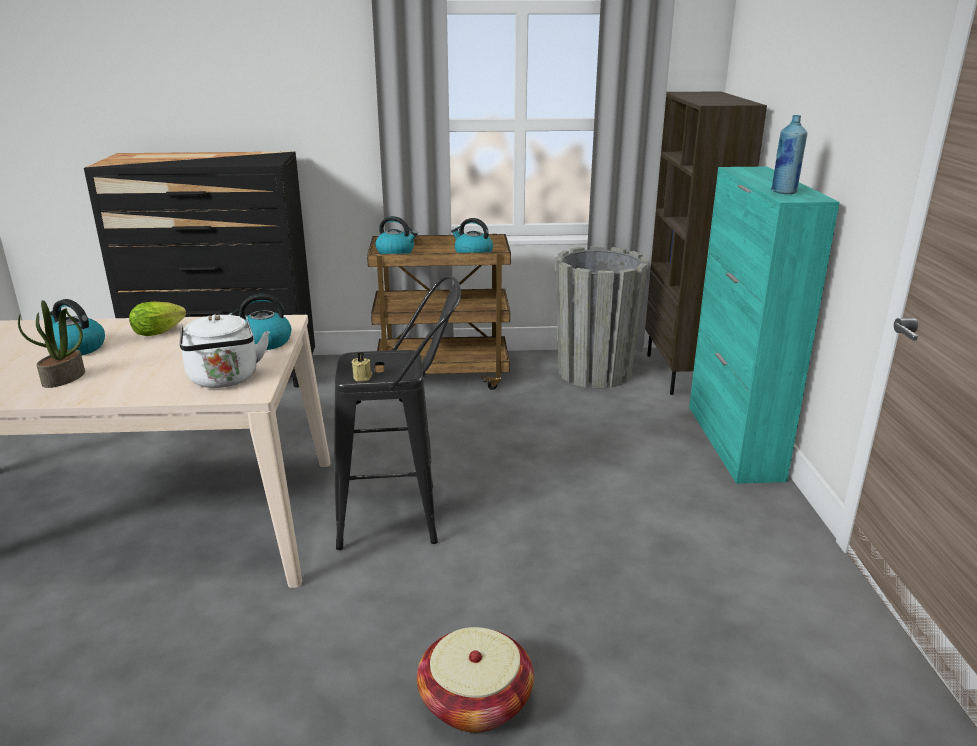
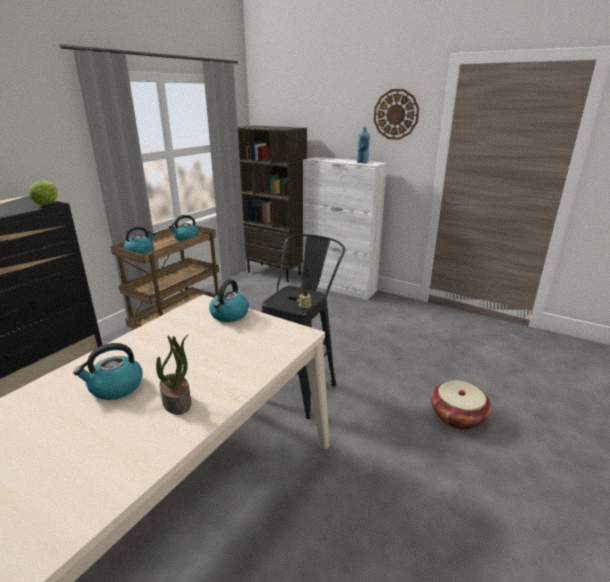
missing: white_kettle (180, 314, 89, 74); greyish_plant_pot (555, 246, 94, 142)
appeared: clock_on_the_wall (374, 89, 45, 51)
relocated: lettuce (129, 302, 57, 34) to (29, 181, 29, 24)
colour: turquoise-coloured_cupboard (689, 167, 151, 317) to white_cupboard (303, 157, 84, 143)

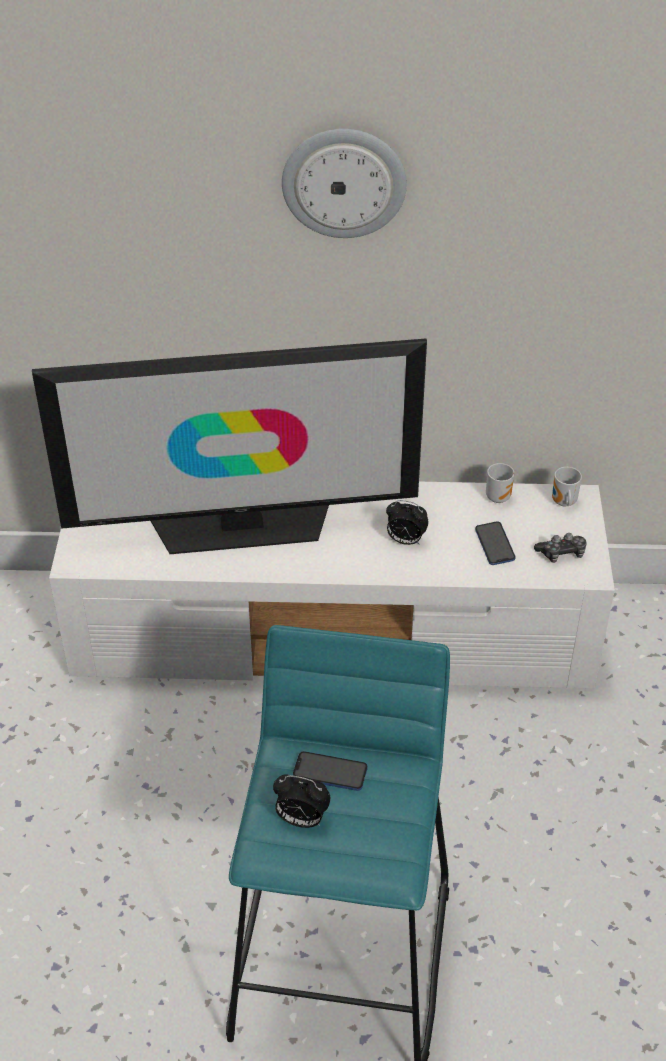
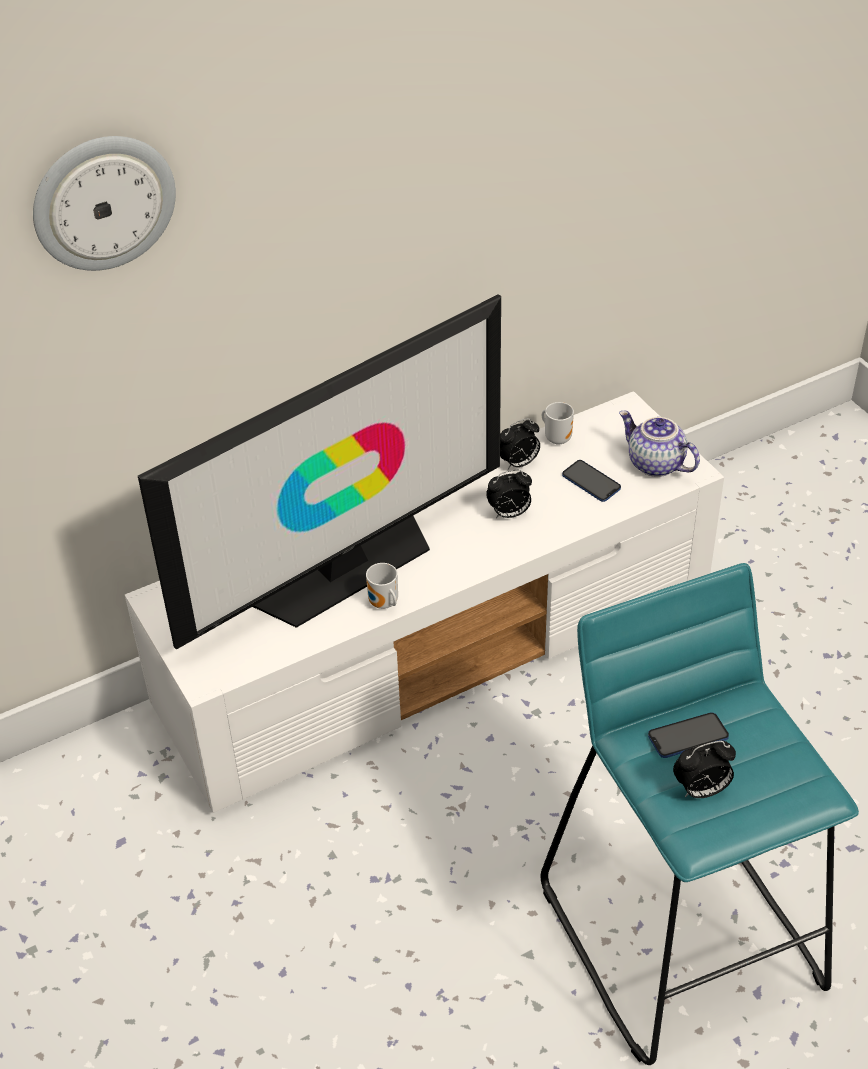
appeared: bedside_clock (500, 418, 40, 51)
relocated: clock_on_the_wall (282, 129, 125, 109) to (33, 136, 143, 135); tea_mug (552, 467, 30, 40) to (366, 563, 32, 46)
exchanged: joypad (534, 533, 53, 30) to tea_pot (619, 410, 81, 67)

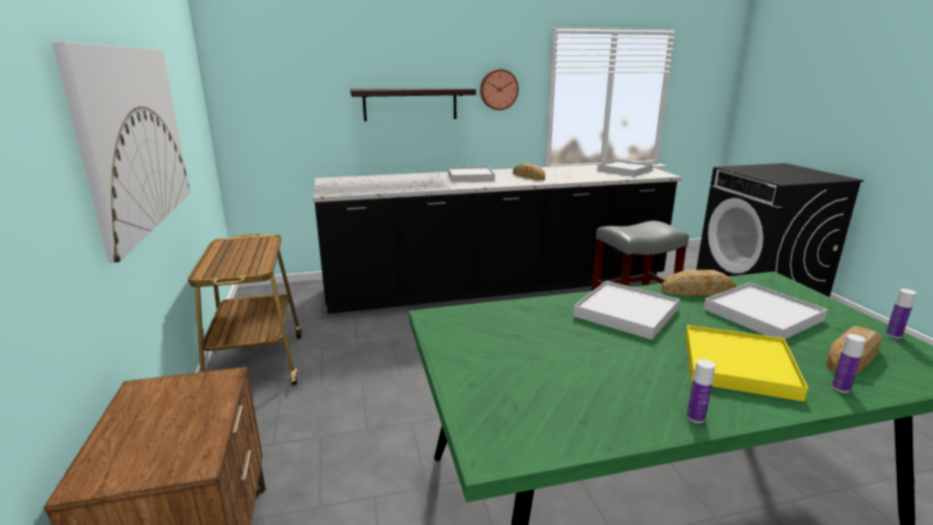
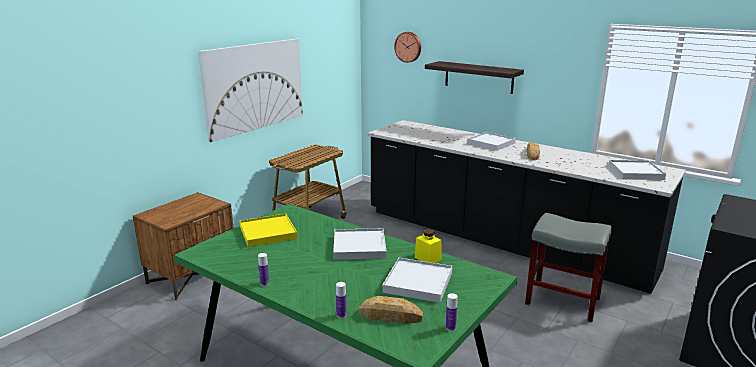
relocated: yellow_serving_tray (685, 325, 123, 77) to (240, 213, 58, 34); clock_on_the_wall (480, 69, 39, 41) to (394, 32, 27, 31)
exchanged: baked_bread (661, 270, 75, 26) to yellow_preserve_jar (415, 229, 27, 34)

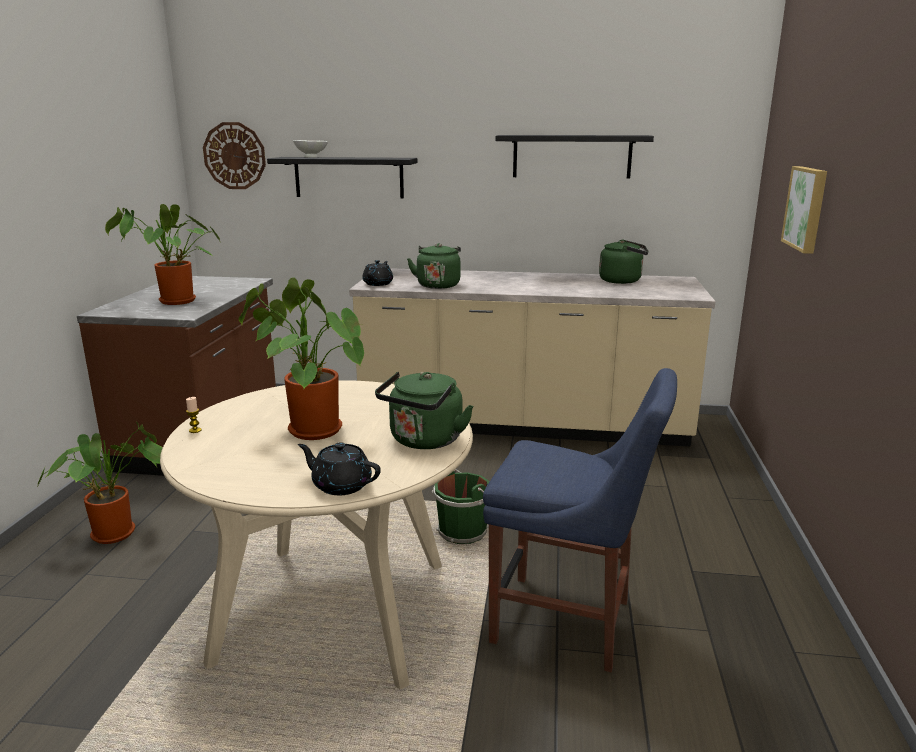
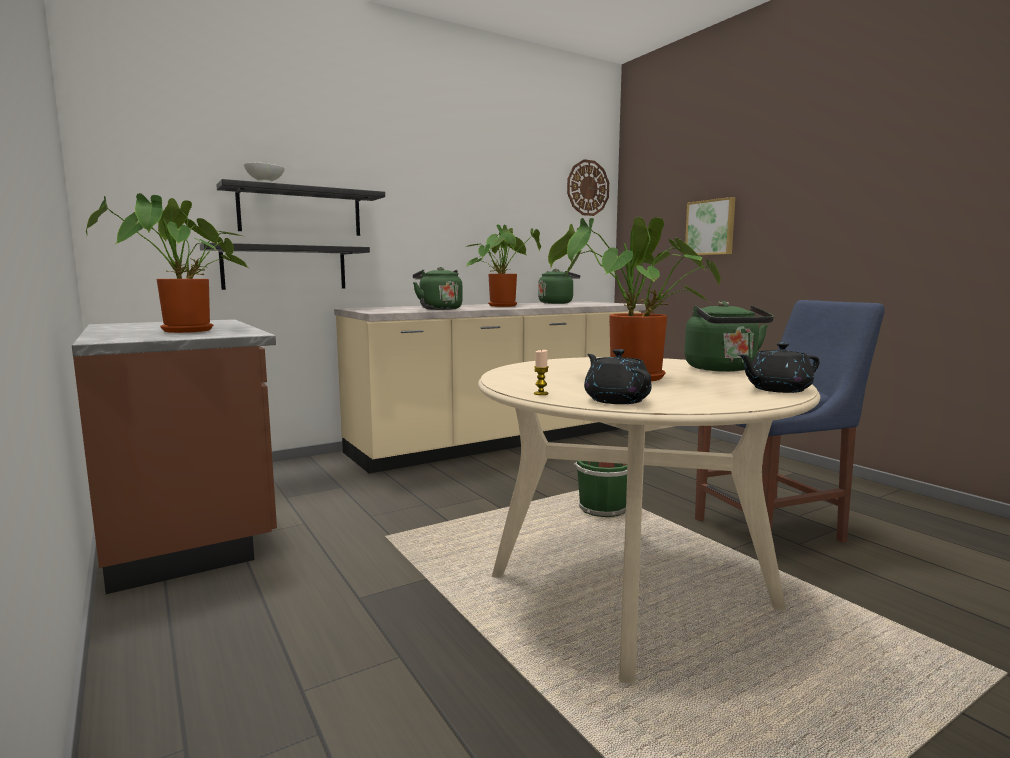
relocated: black_shelf (496, 135, 158, 44) to (200, 243, 170, 47); houseplant (38, 422, 125, 122) to (466, 224, 75, 83); clock_on_the_wall (203, 122, 63, 67) to (567, 159, 42, 57); black_tea_pot (362, 260, 31, 26) to (584, 349, 68, 55)

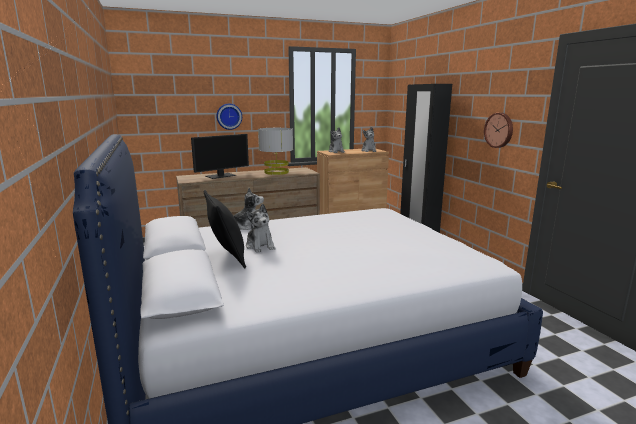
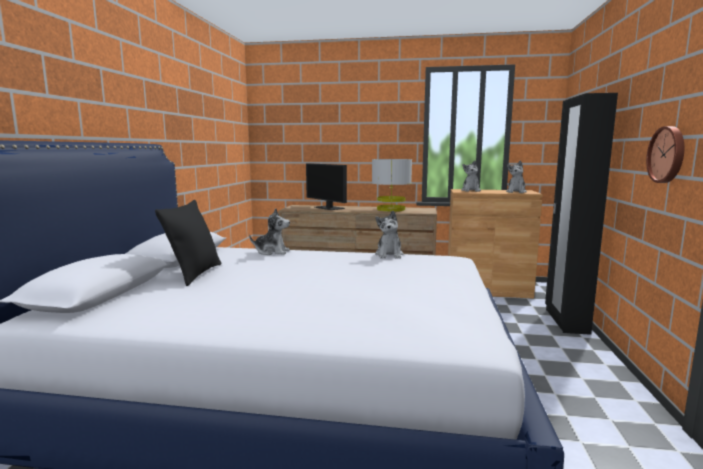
missing: clock_on_the_wall (216, 104, 26, 26)
relocated: soft_toy (246, 204, 30, 49) to (375, 211, 29, 48)
spun: computer_screen (191, 134, 58, 45) = (306, 163, 41, 47) 60 degrees clockwise

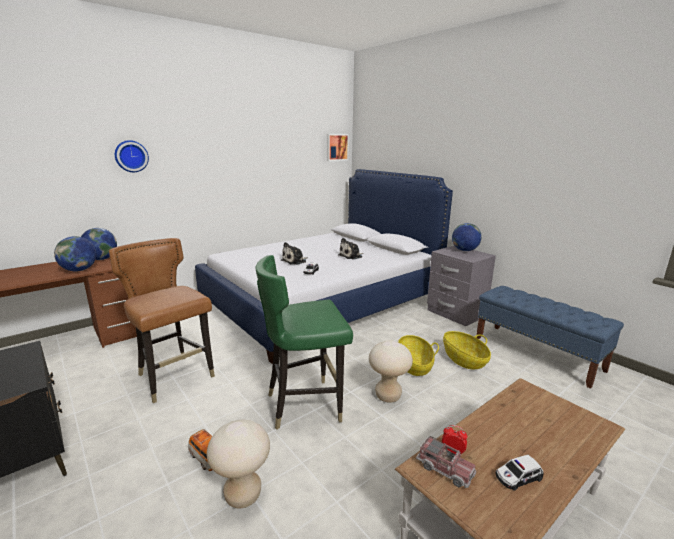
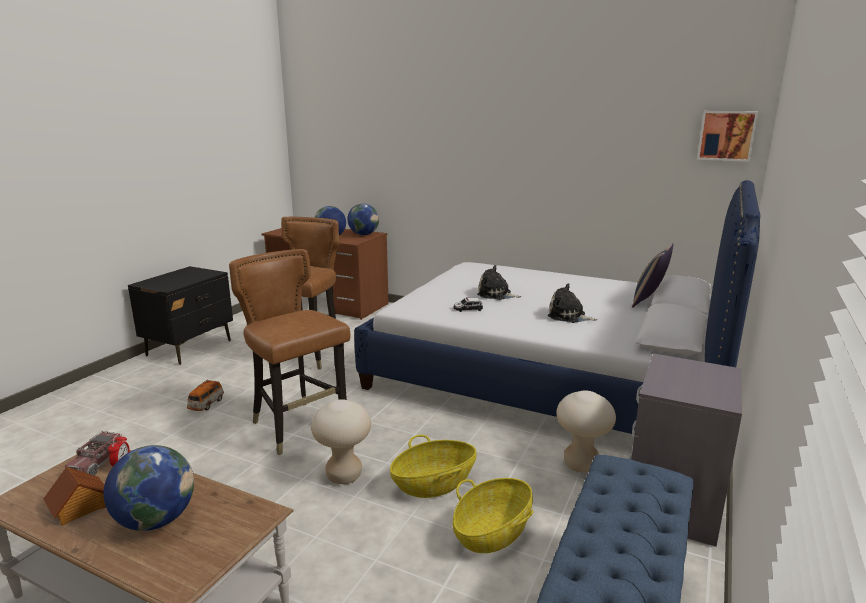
missing: clock_on_the_wall (115, 140, 34, 32)
appeared: throw_pillow (632, 243, 42, 65)
relocated: globe (452, 223, 30, 28) to (104, 445, 90, 86); sand-coloured_sitting_stool (207, 420, 63, 88) to (556, 390, 60, 83)
exchanged: miniature_car (495, 455, 49, 36) to miniature_house (43, 466, 63, 60)
colour: green-coloured_chair (255, 255, 98, 175) to brownish_chair (229, 249, 121, 206)

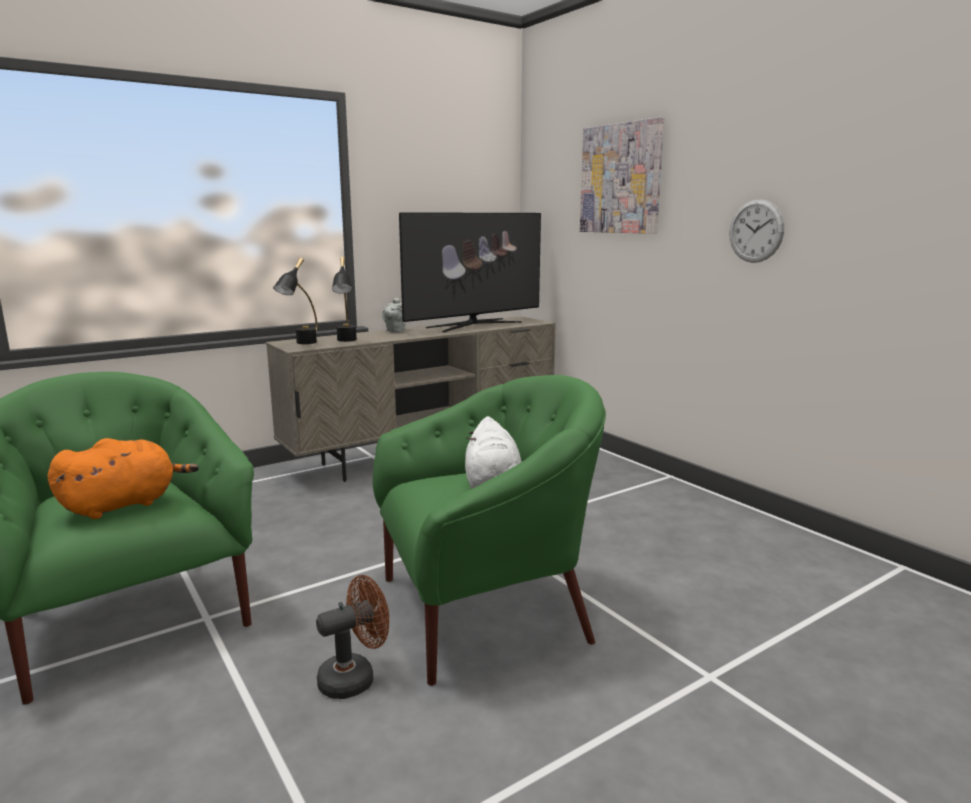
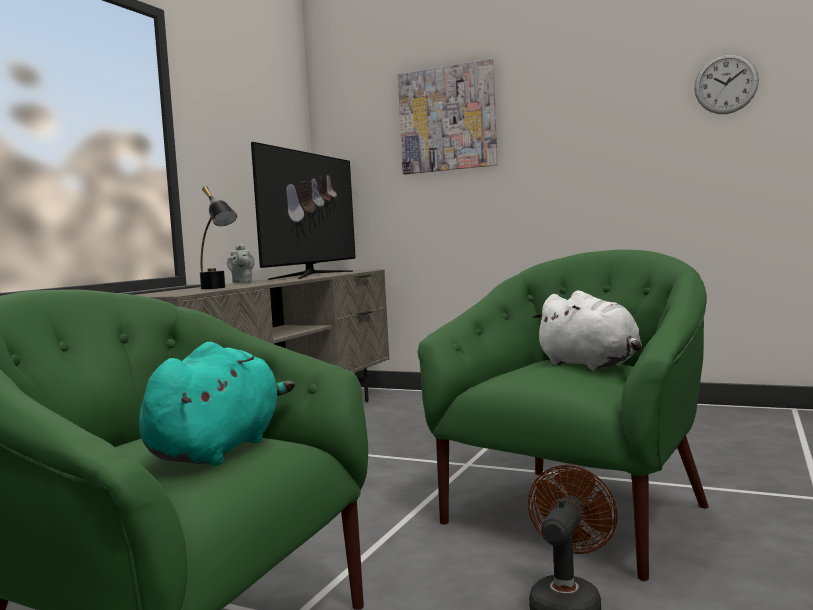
missing: black_table_lamp (273, 258, 44, 86)
relocated: clock_on_the_wall (730, 199, 54, 64) to (694, 54, 65, 60)
colour: orange-coloured_soft_toy (48, 438, 151, 81) to turquoise-coloured_soft_toy (139, 342, 156, 124)

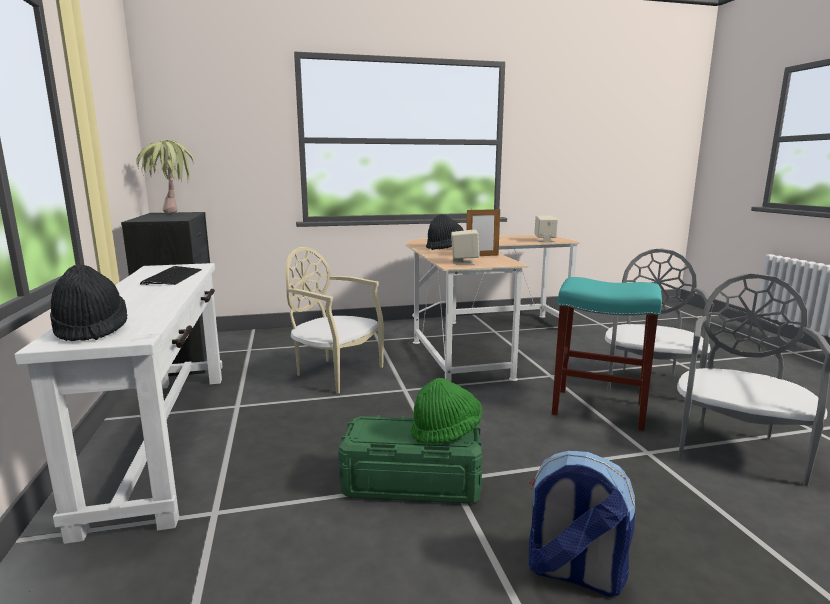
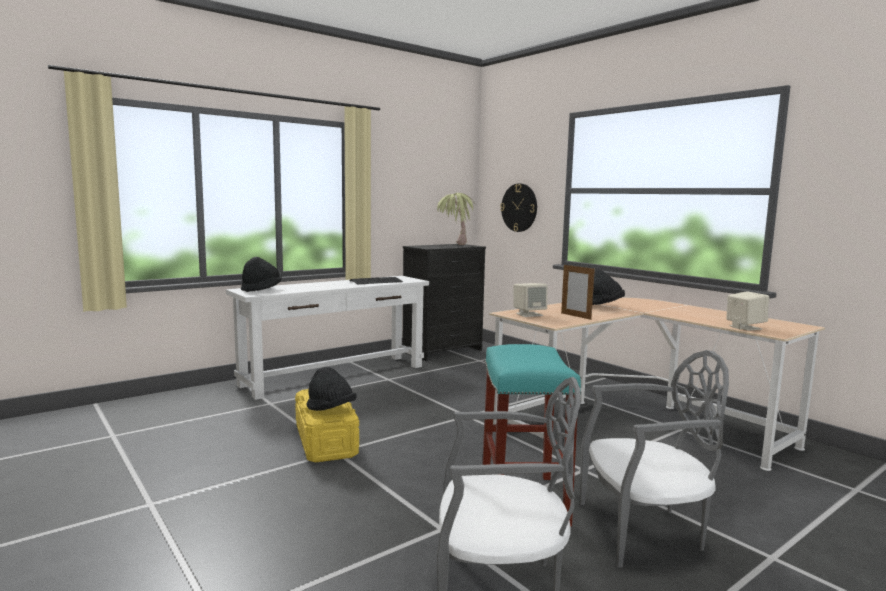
missing: sand-coloured_chair (286, 247, 98, 147); knapsack (529, 451, 106, 146)
appeared: clock_on_the_wall (500, 183, 37, 49)
colour: green-coloured_storage_container (338, 415, 145, 89) to yellow_storage_container (295, 388, 64, 74); green-coloured_wearable_hat (411, 378, 71, 66) to black_wearable_hat (306, 367, 51, 44)

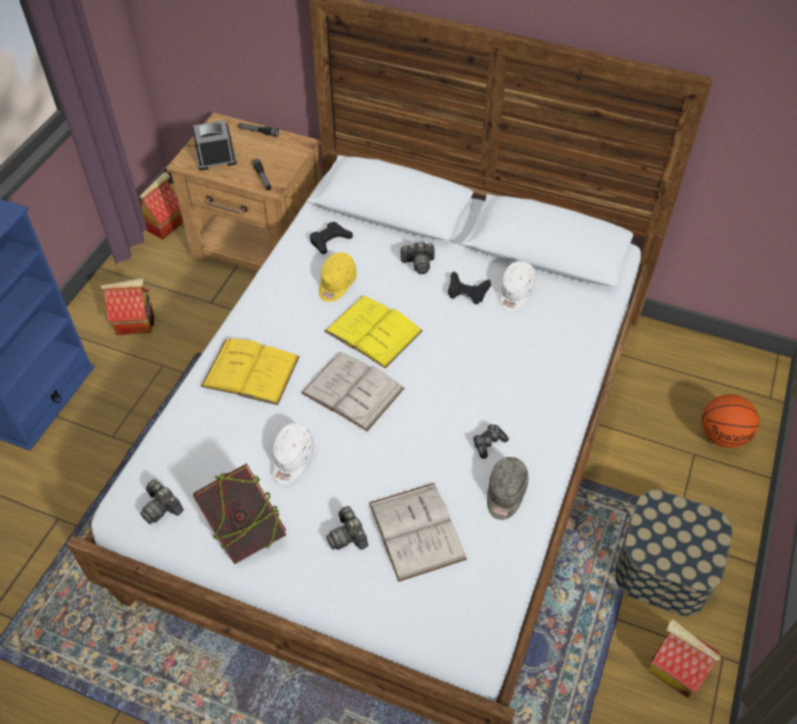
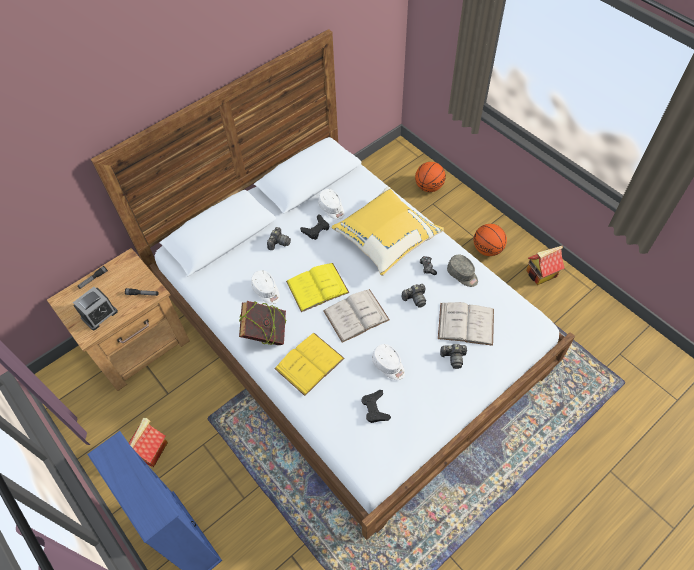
missing: miniature_house (140, 172, 43, 67)
appeared: yellow_throw_pillow (332, 187, 112, 89)
relocated: bound_book (193, 463, 93, 102) to (239, 301, 47, 44); black_joypad (310, 222, 43, 32) to (361, 390, 30, 33); still_camera (140, 479, 44, 45) to (401, 284, 25, 24)
exchanged: storage_container (615, 490, 117, 126) to basketball (474, 224, 33, 32)
colour: yellow_baseball_cap (319, 253, 38, 49) to white_baseball_cap (251, 270, 29, 34)
spun: bedside_clock (192, 120, 45, 51) = (73, 287, 45, 43) 150 degrees counterclockwise

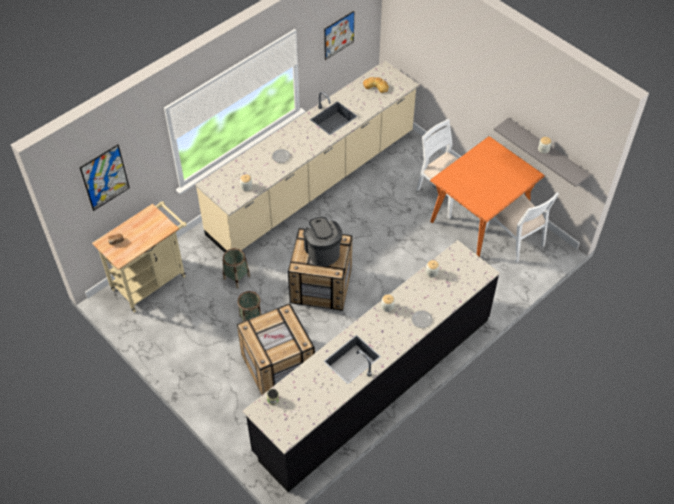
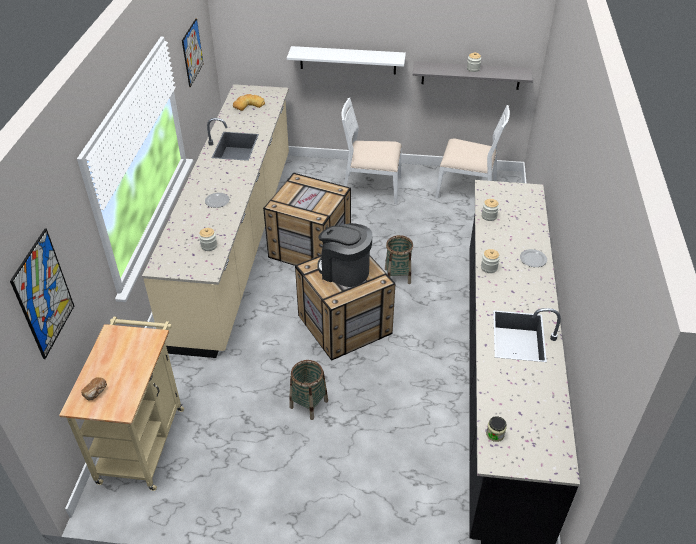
missing: orange-coloured_dinner_table (430, 136, 115, 121)
appeared: white_shelf (287, 46, 119, 28)
relocated: packing_crate (237, 303, 78, 92) to (263, 173, 88, 93); basket (223, 248, 27, 41) to (385, 235, 28, 49)

